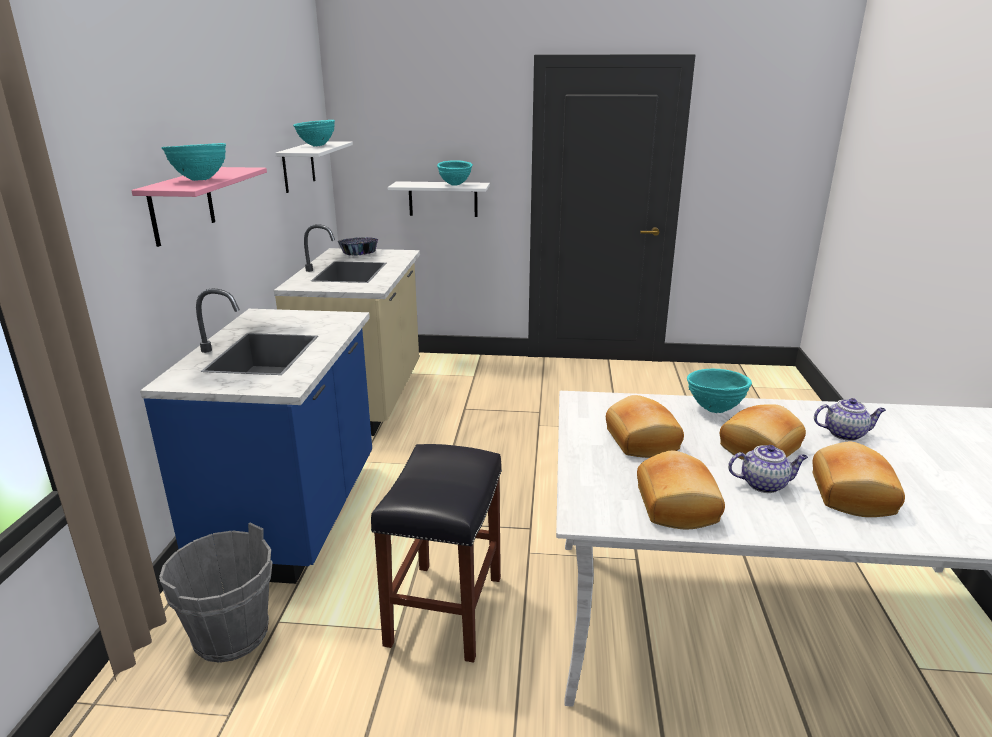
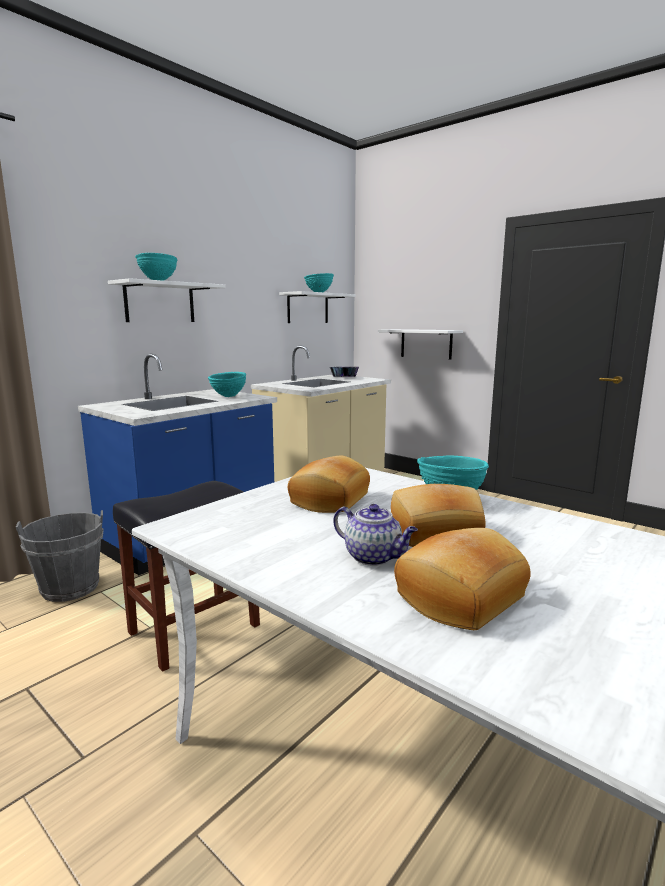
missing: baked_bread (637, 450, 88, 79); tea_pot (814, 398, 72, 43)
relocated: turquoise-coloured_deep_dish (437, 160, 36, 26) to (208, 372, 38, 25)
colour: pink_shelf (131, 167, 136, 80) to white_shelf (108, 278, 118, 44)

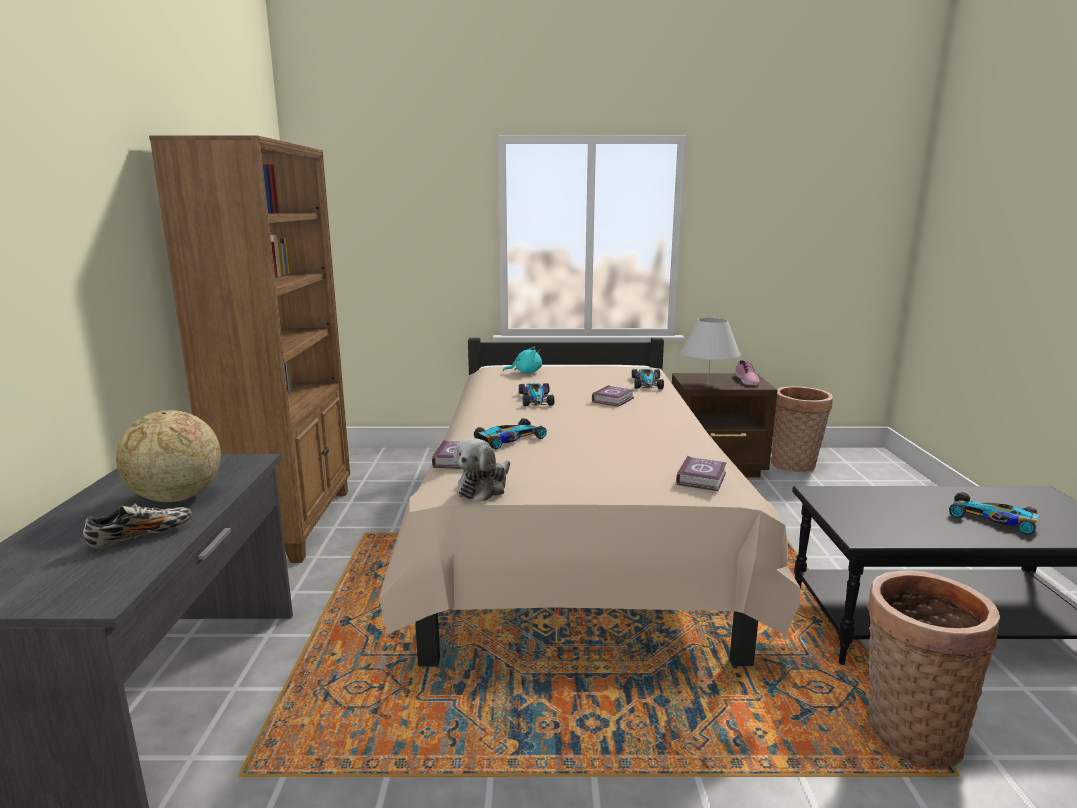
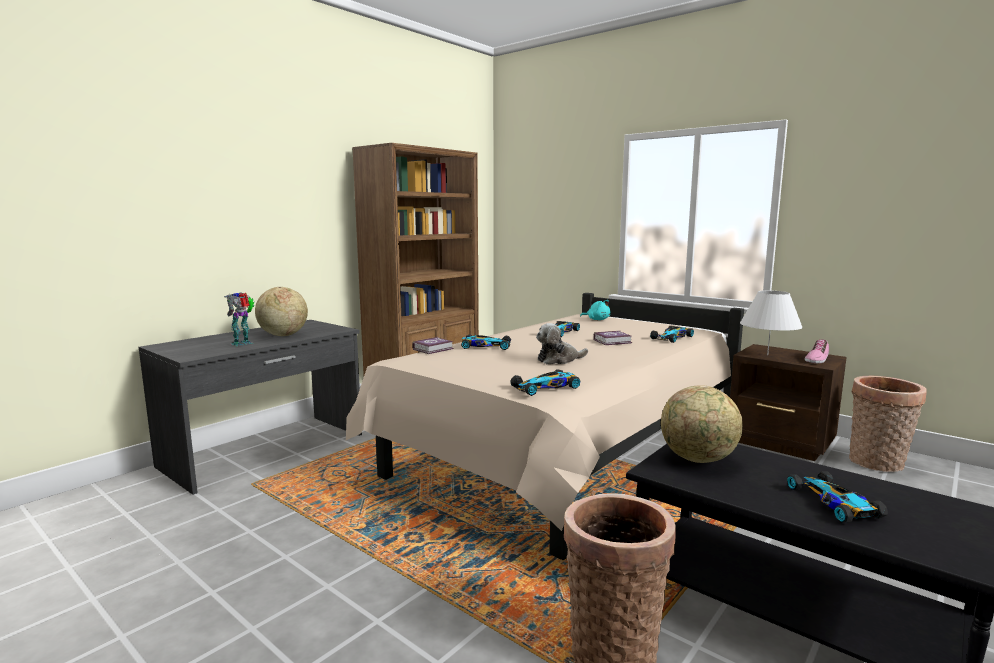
appeared: globe (661, 385, 82, 78)
relocated: soft_toy (454, 438, 56, 64) to (536, 323, 52, 41)
exchanged: shoe (83, 503, 109, 45) to toy_robot (224, 292, 30, 54); bound_book (676, 456, 50, 35) to miniature_car (510, 369, 70, 27)

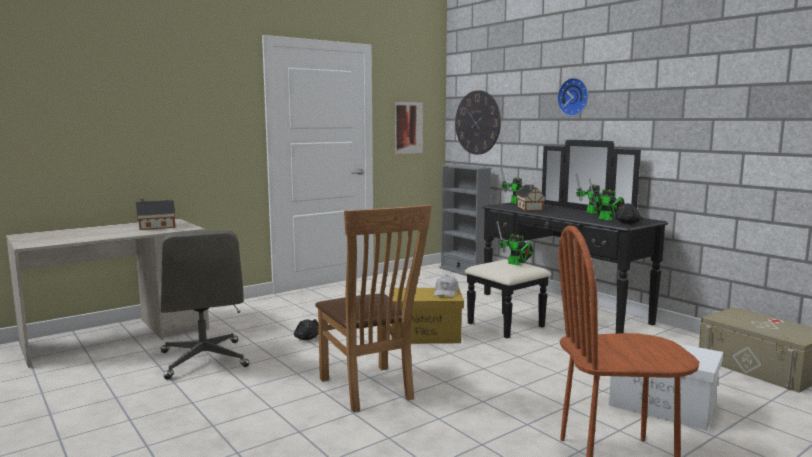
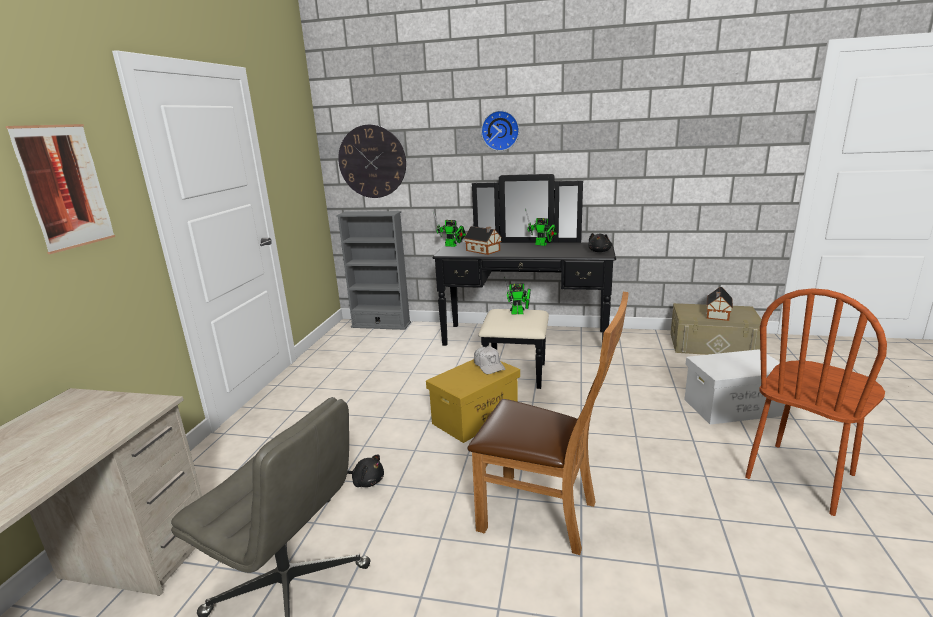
missing: toy_robot (589, 177, 36, 43)
relocated: wall_art (395, 101, 28, 54) to (6, 124, 109, 130); miniature_house (136, 198, 40, 32) to (707, 287, 26, 34)

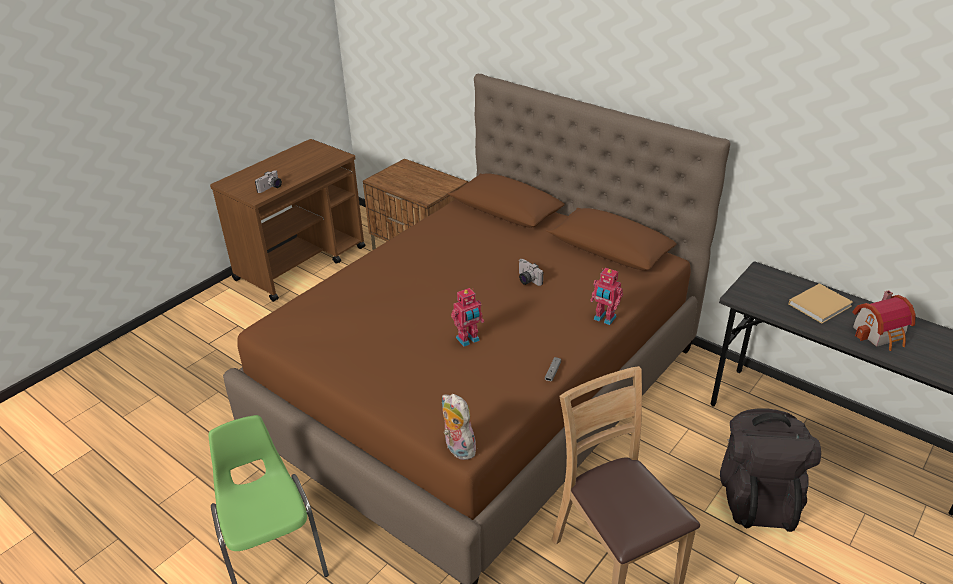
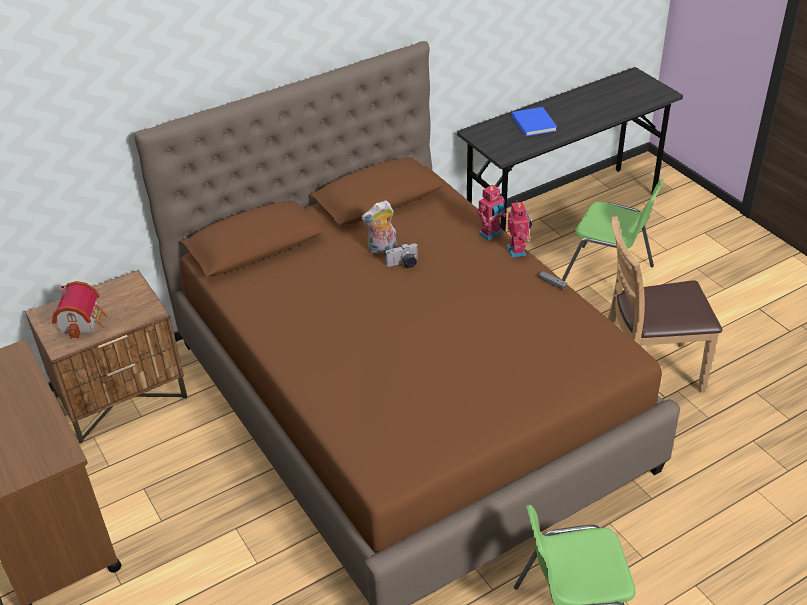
missing: still_camera (255, 170, 27, 23)
relocated: miniature_house (852, 290, 64, 61) to (52, 281, 56, 58); soft_toy (442, 394, 36, 66) to (361, 200, 36, 55); toy_robot (451, 288, 33, 59) to (507, 200, 25, 58)
exchanged: black_knapsack (720, 408, 101, 124) to green-coloured_chair (562, 179, 102, 103)
colour: sand-coloured_bound_book (788, 283, 65, 41) to blue-coloured_bound_book (512, 107, 45, 29)

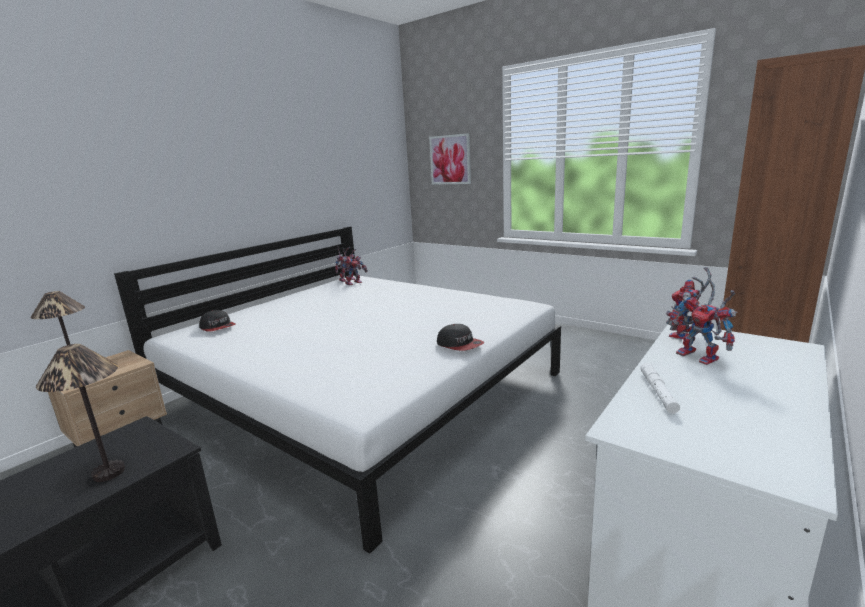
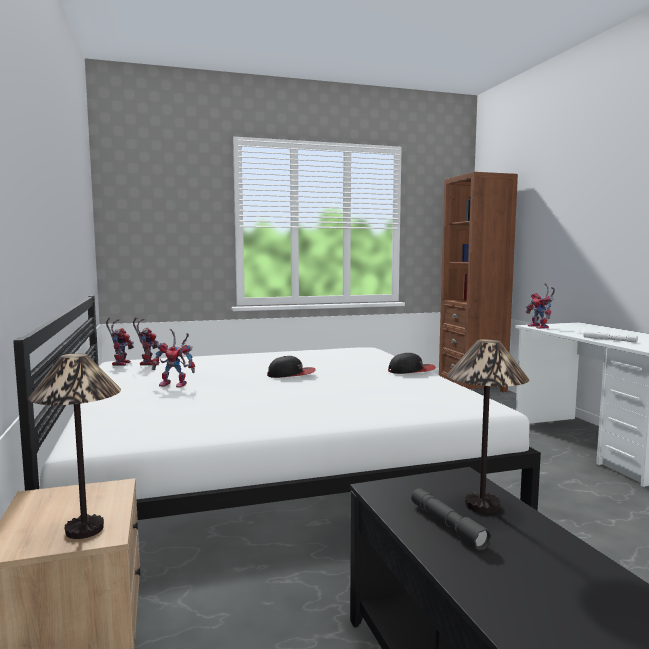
missing: wall_art (429, 133, 42, 51)
appeared: greyish_hand_torch (411, 488, 81, 62)
relocated: toy_robot (670, 278, 68, 87) to (152, 329, 43, 59); baseball_cap (199, 310, 37, 22) to (267, 356, 49, 22)

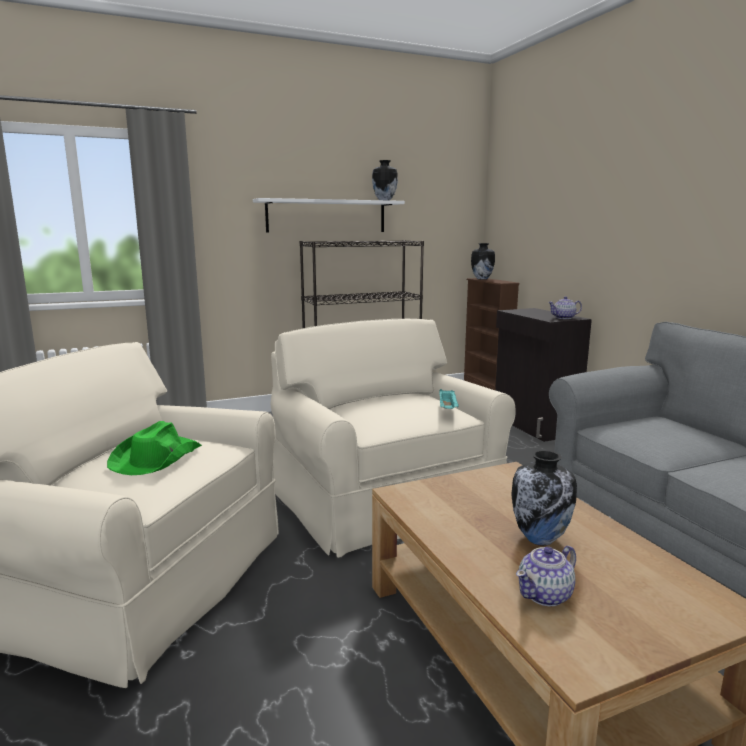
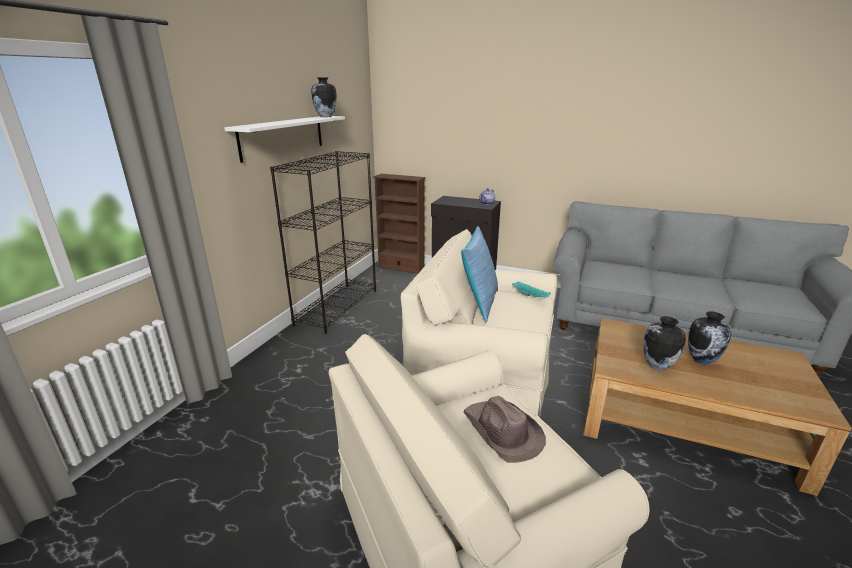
missing: tea_pot (516, 546, 60, 61)
appeared: throw_pillow (461, 226, 37, 97)
relocated: decorative_vase (471, 243, 24, 36) to (644, 316, 42, 54)
colour: green-coloured_wearable_hat (107, 421, 95, 54) to brownish_wearable_hat (463, 396, 83, 67)

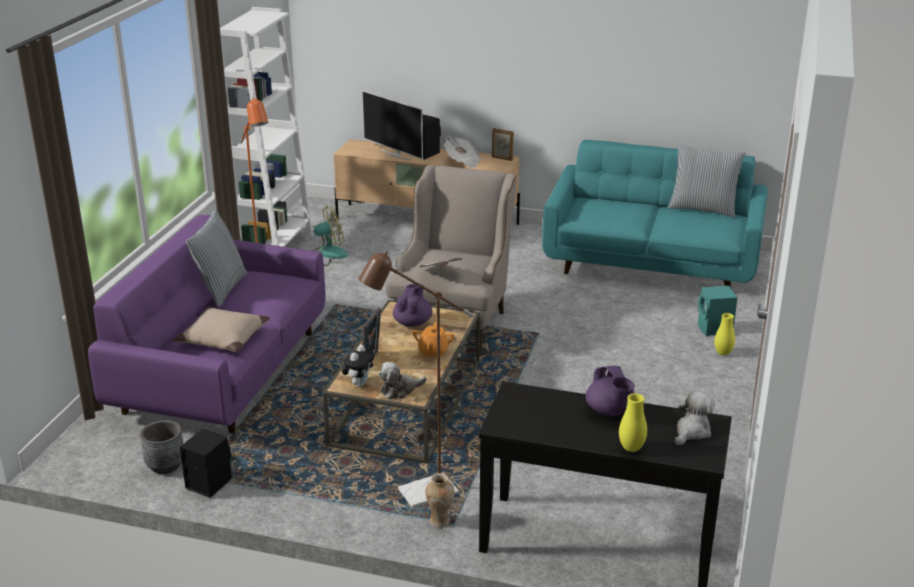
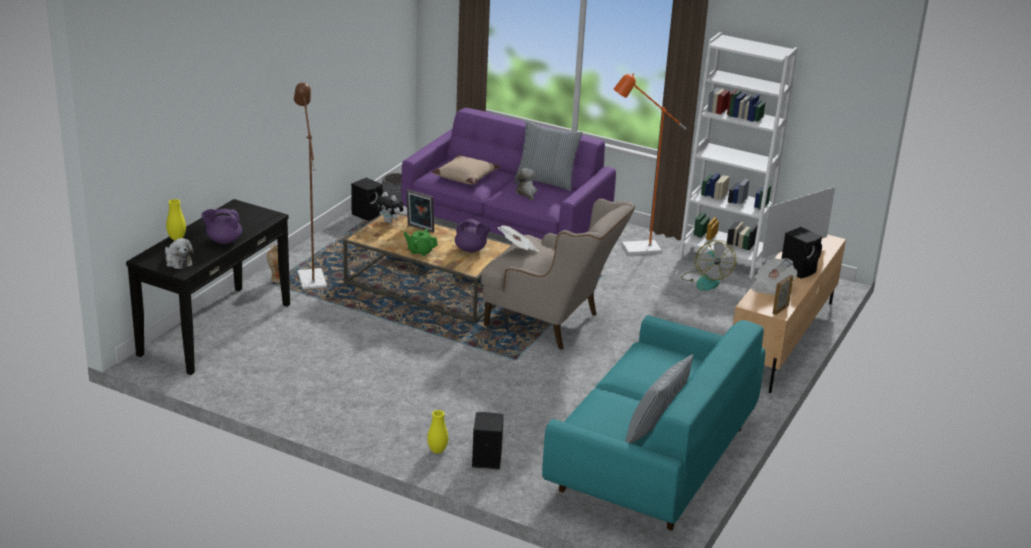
relocated: soft_toy (378, 362, 49, 37) to (514, 168, 23, 32)
colour: orange-coloured_tea_pot (413, 322, 41, 35) to green-coloured_tea_pot (404, 229, 34, 27); turquoise-coloured_speaker (698, 286, 40, 50) to black_speaker (472, 412, 32, 57)

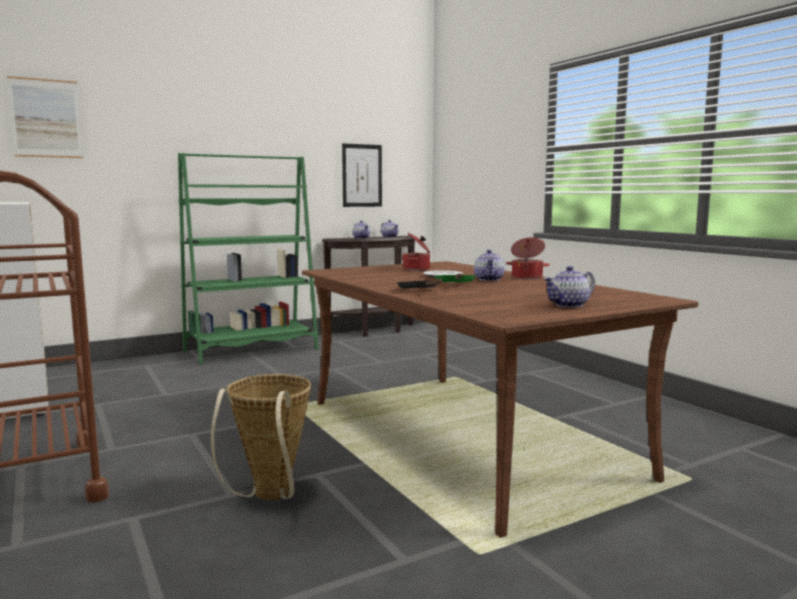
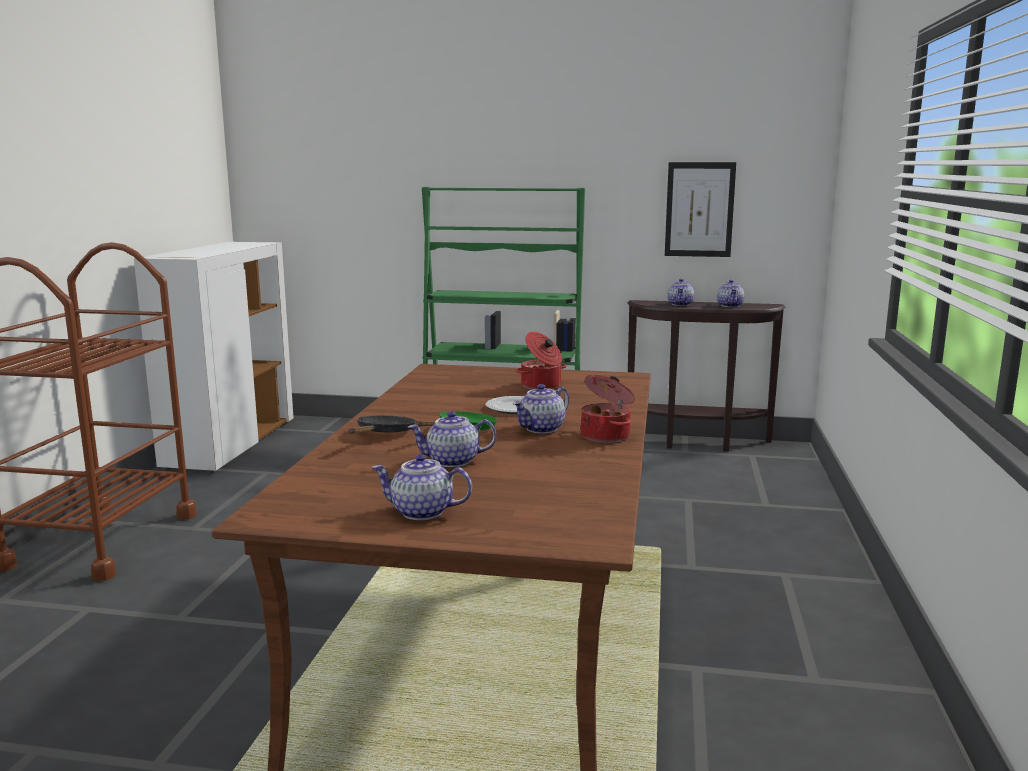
missing: wall_art (7, 76, 76, 82); basket (211, 374, 100, 126)
appeared: tea_pot (408, 411, 89, 56)

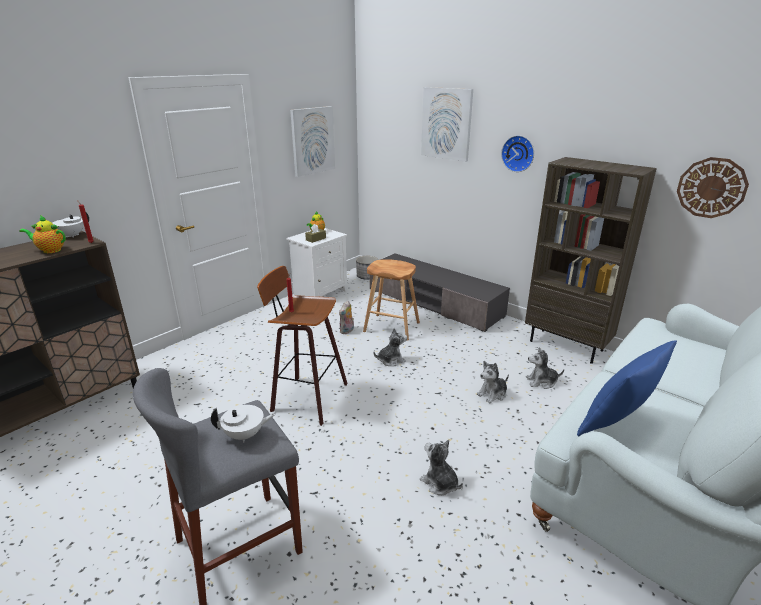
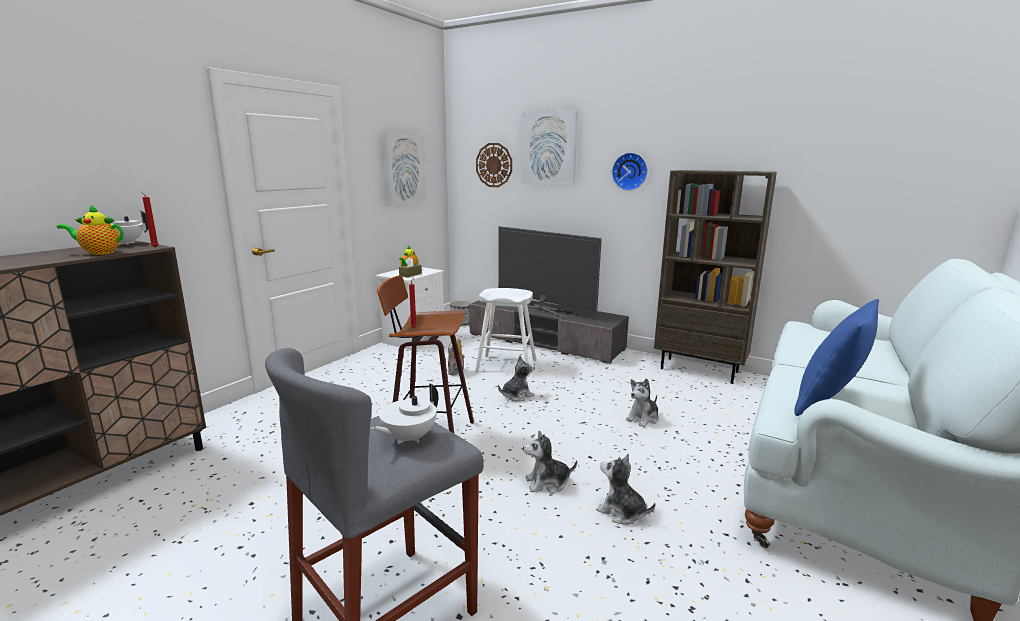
appeared: TV_set (498, 226, 104, 93)
relocated: clock_on_the_wall (677, 157, 72, 61) to (476, 143, 36, 44); soft_toy (526, 347, 38, 42) to (523, 430, 54, 64)
colour: brownish_sitting_stool (363, 259, 57, 82) to white_sitting_stool (475, 288, 61, 89)
spun: white_tea_pot (211, 405, 65, 38) = (371, 383, 67, 61) 150 degrees clockwise

